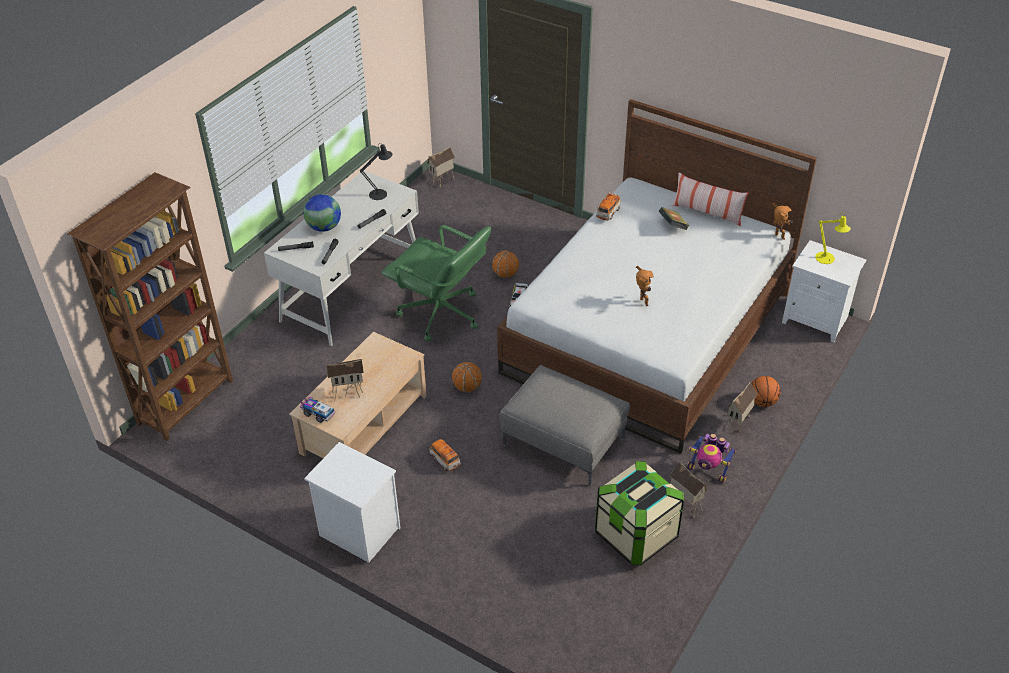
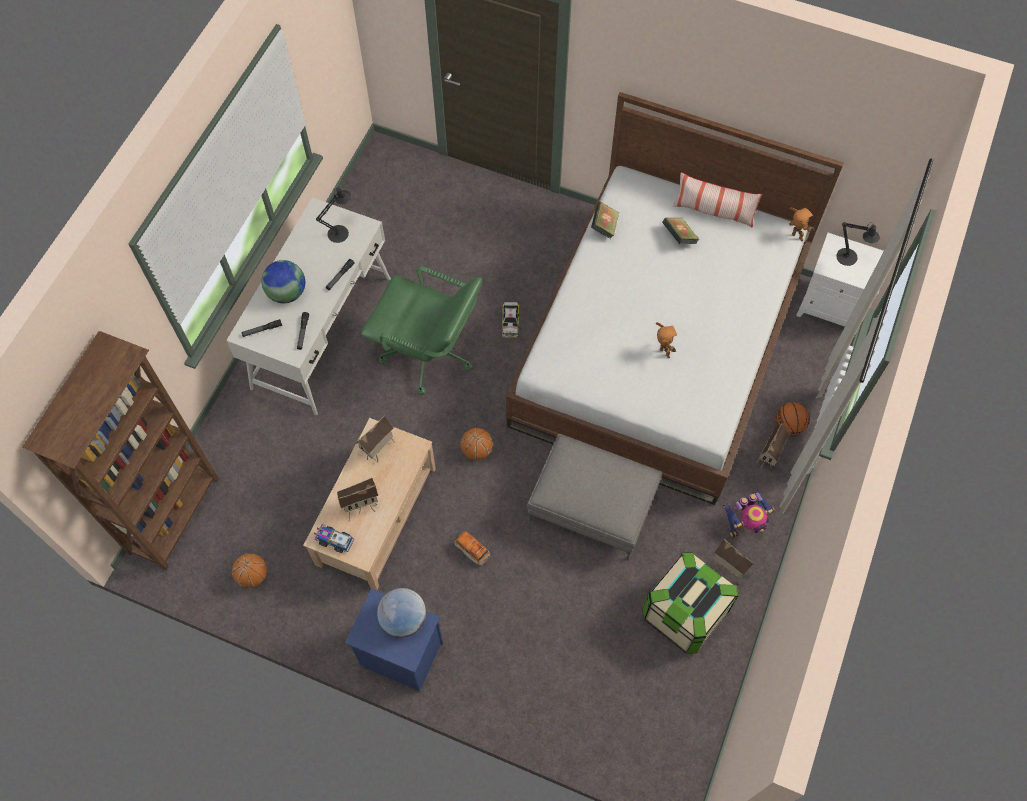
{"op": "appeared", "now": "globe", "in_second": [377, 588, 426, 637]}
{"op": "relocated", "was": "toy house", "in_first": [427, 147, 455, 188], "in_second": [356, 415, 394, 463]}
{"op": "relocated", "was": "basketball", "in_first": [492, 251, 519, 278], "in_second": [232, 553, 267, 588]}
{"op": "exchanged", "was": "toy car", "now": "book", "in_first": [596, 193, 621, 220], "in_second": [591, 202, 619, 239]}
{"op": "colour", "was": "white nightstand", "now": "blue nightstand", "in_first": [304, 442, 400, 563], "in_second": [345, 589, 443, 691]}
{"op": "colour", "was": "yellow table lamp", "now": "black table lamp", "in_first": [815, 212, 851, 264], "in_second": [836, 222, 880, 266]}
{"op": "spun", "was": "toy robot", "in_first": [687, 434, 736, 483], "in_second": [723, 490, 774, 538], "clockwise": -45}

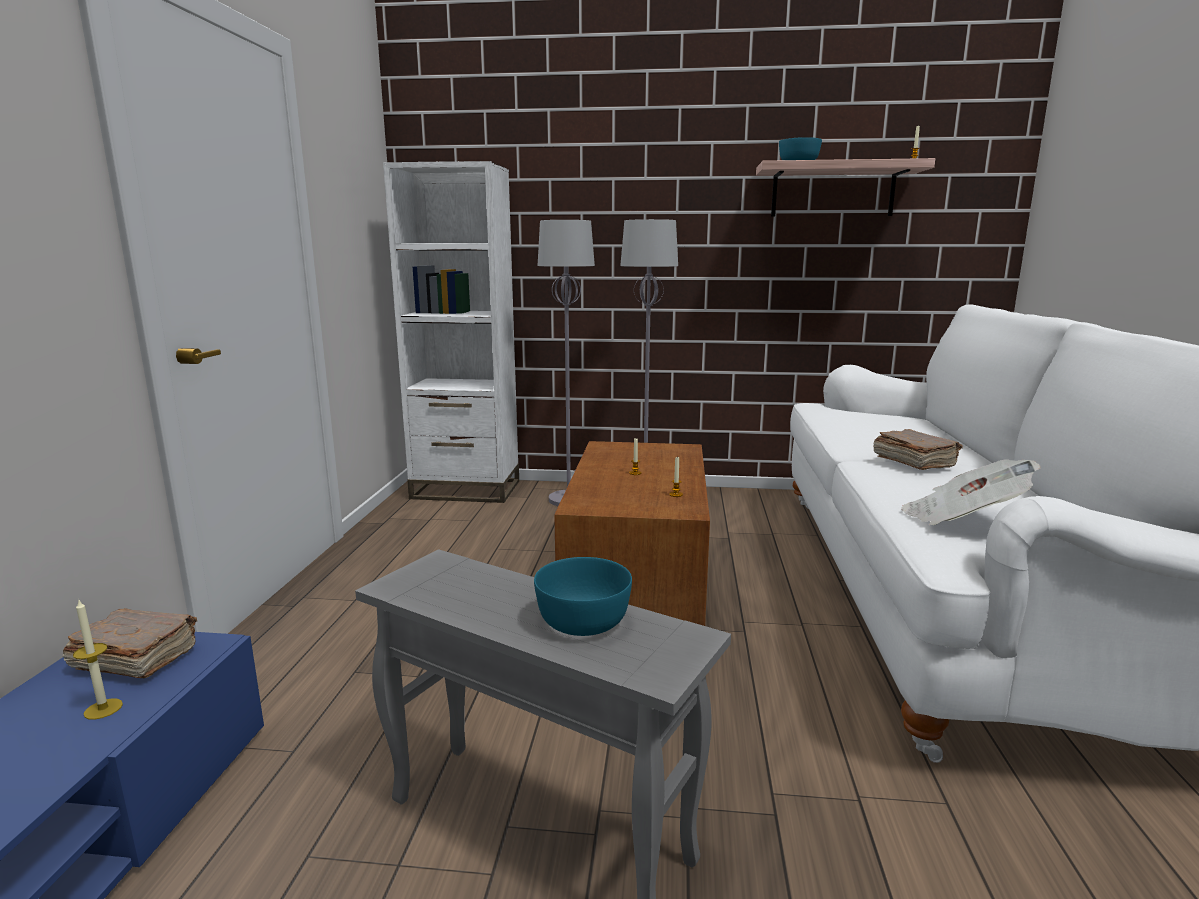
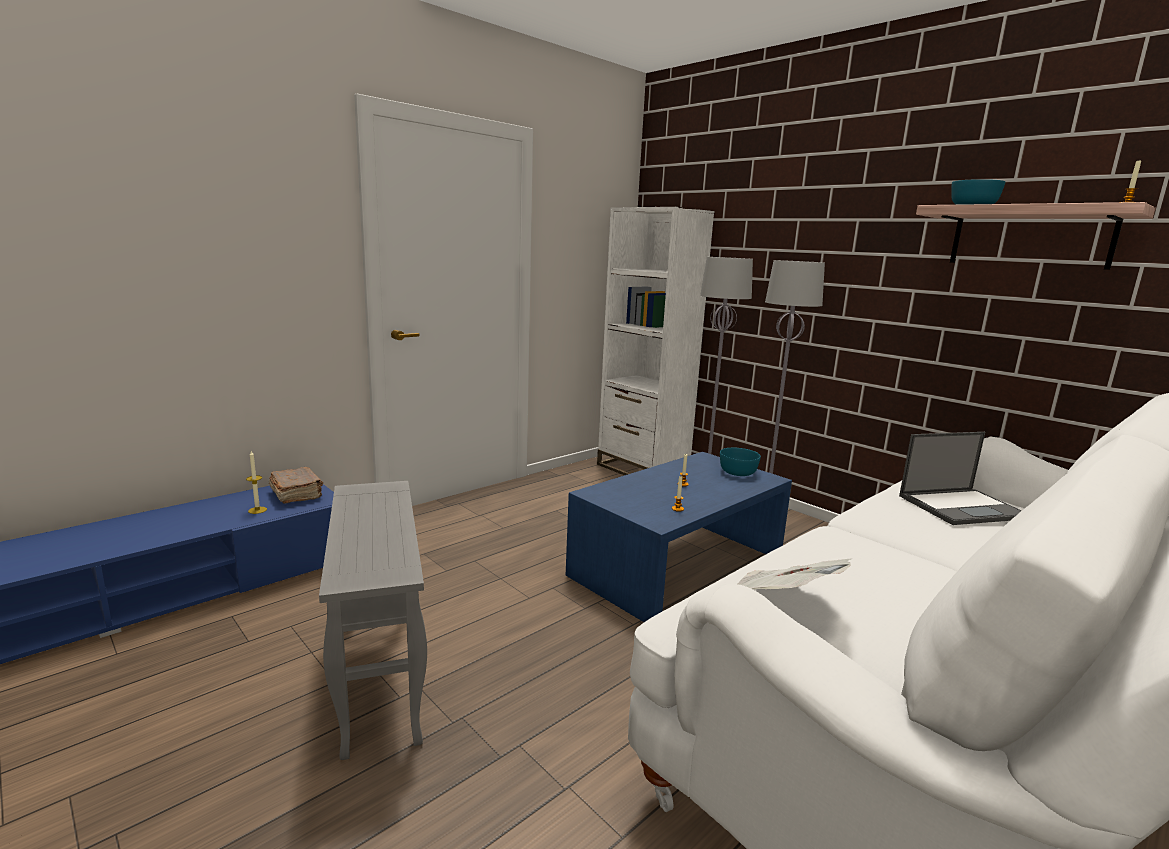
{"op": "missing", "was": "brown book", "in_first": [873, 429, 963, 470]}
{"op": "appeared", "now": "laptop", "in_second": [899, 432, 1022, 525]}
{"op": "relocated", "was": "turquoise bowl", "in_first": [534, 557, 632, 636], "in_second": [720, 448, 761, 476]}
{"op": "colour", "was": "brown coffee table", "now": "blue coffee table", "in_first": [554, 441, 710, 626], "in_second": [566, 452, 792, 622]}

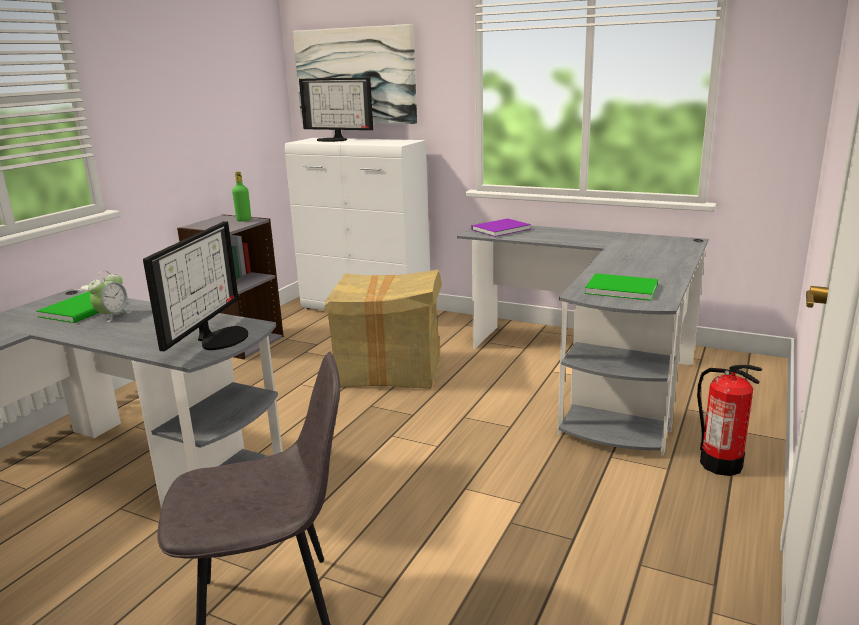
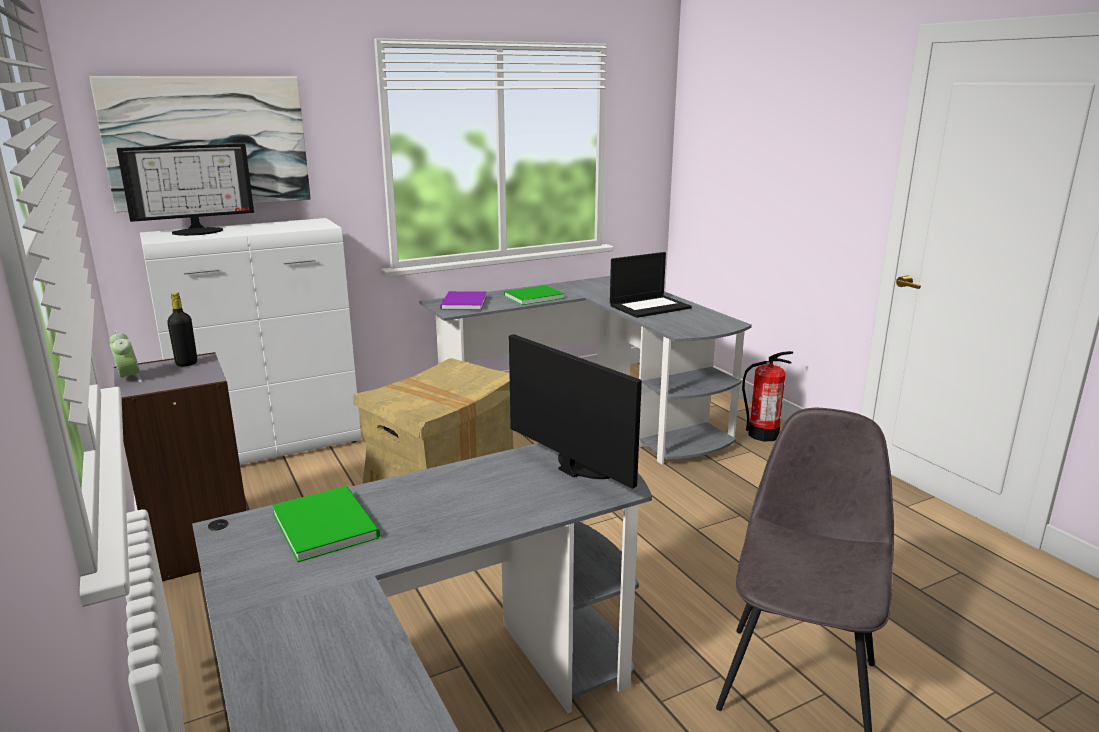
{"op": "appeared", "now": "laptop", "in_second": [610, 252, 692, 318]}
{"op": "relocated", "was": "alarm clock", "in_first": [88, 271, 131, 322], "in_second": [109, 330, 142, 382]}
{"op": "relocated", "was": "green book", "in_first": [585, 273, 658, 301], "in_second": [504, 285, 565, 305]}
{"op": "colour", "was": "green bottle", "now": "black bottle", "in_first": [232, 172, 251, 222], "in_second": [167, 292, 197, 367]}

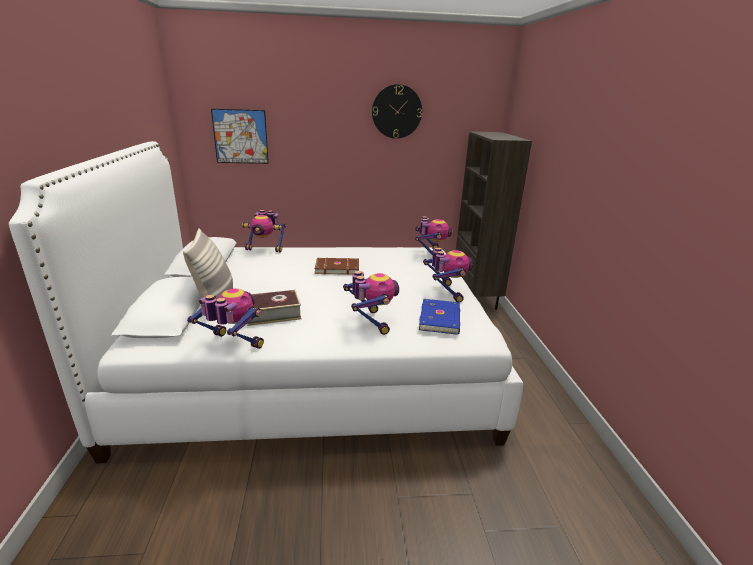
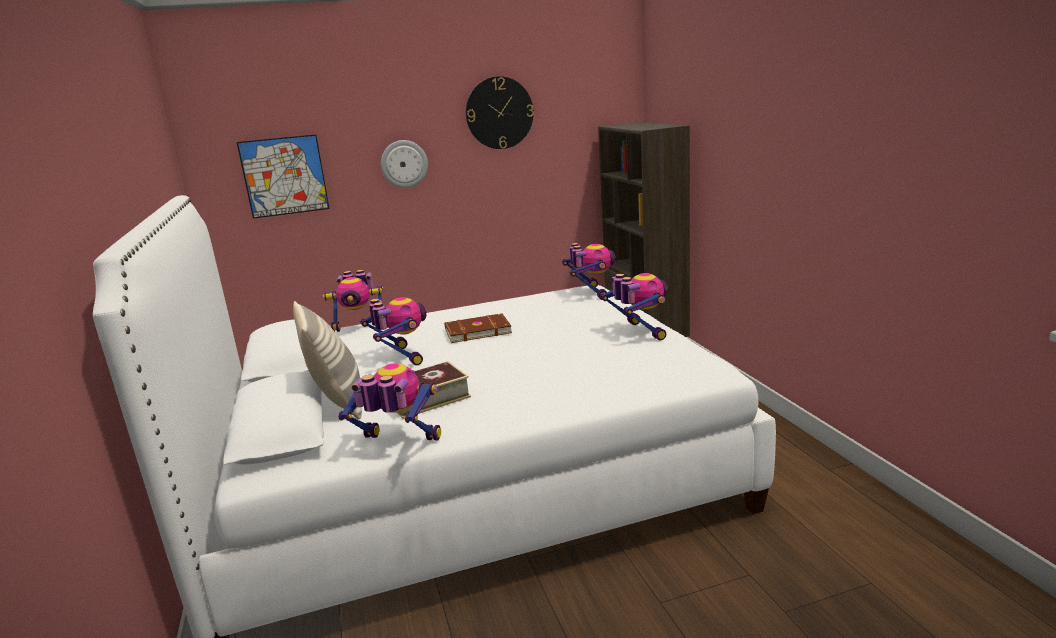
{"op": "missing", "was": "blue book", "in_first": [419, 299, 460, 335]}
{"op": "appeared", "now": "wall clock", "in_second": [381, 140, 428, 188]}
{"op": "relocated", "was": "toy robot", "in_first": [343, 271, 399, 335], "in_second": [360, 297, 426, 365]}

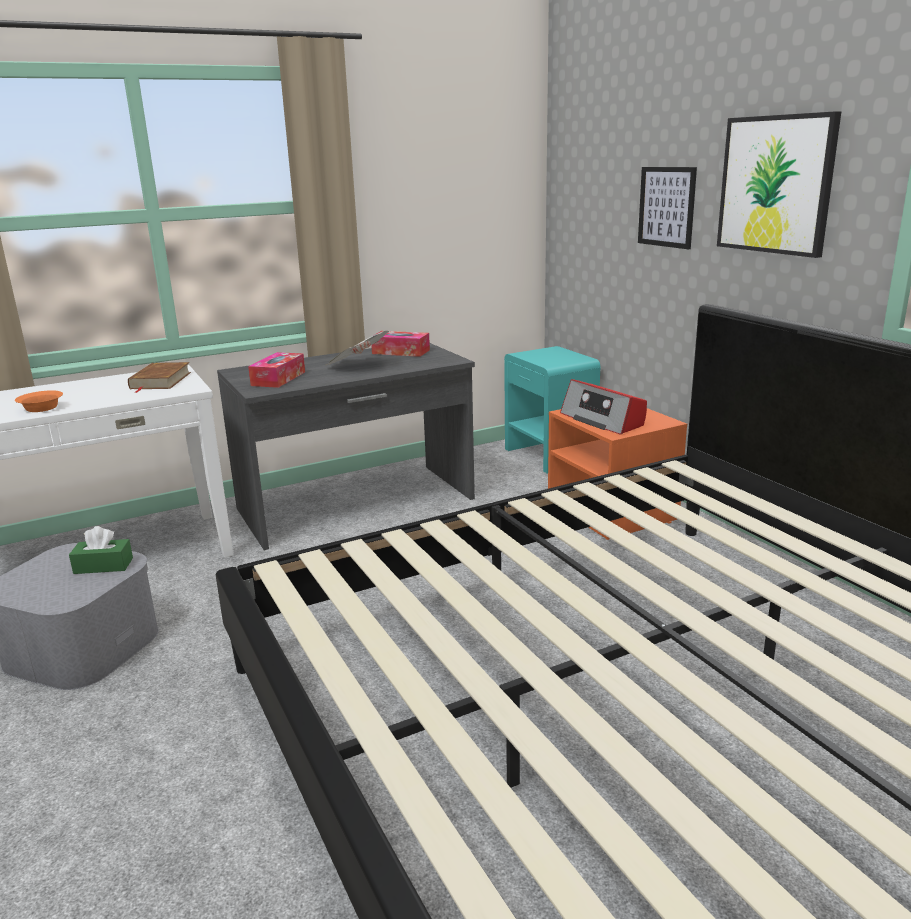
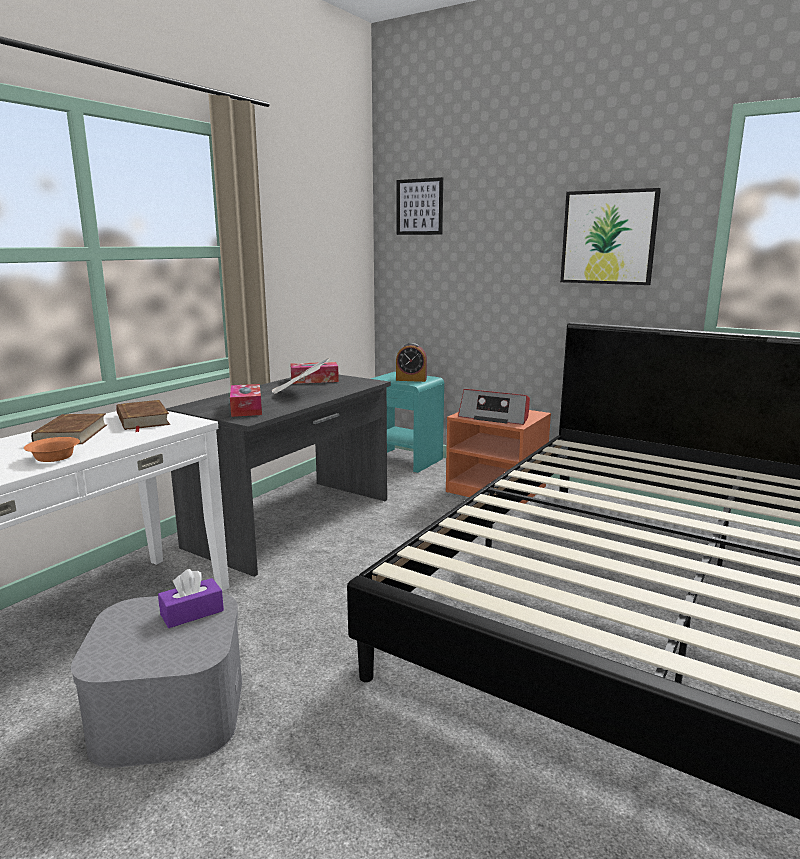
{"op": "appeared", "now": "brown book", "in_second": [31, 414, 107, 444]}
{"op": "appeared", "now": "alarm clock", "in_second": [396, 343, 427, 382]}
{"op": "relocated", "was": "picture", "in_first": [638, 167, 697, 249], "in_second": [396, 177, 443, 235]}
{"op": "colour", "was": "green tissue box", "now": "purple tissue box", "in_first": [69, 526, 133, 574], "in_second": [158, 569, 224, 628]}

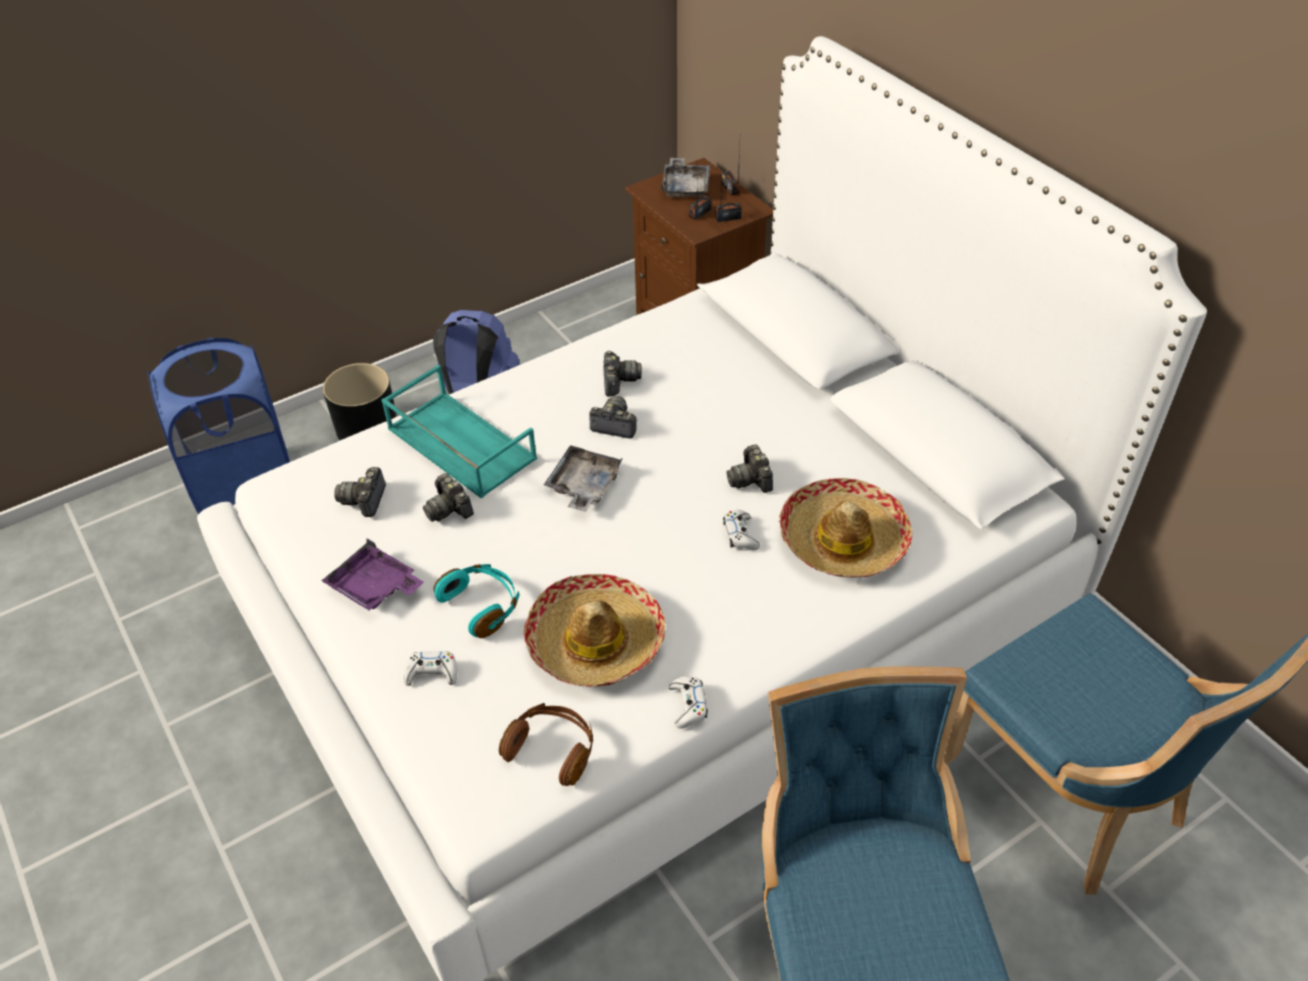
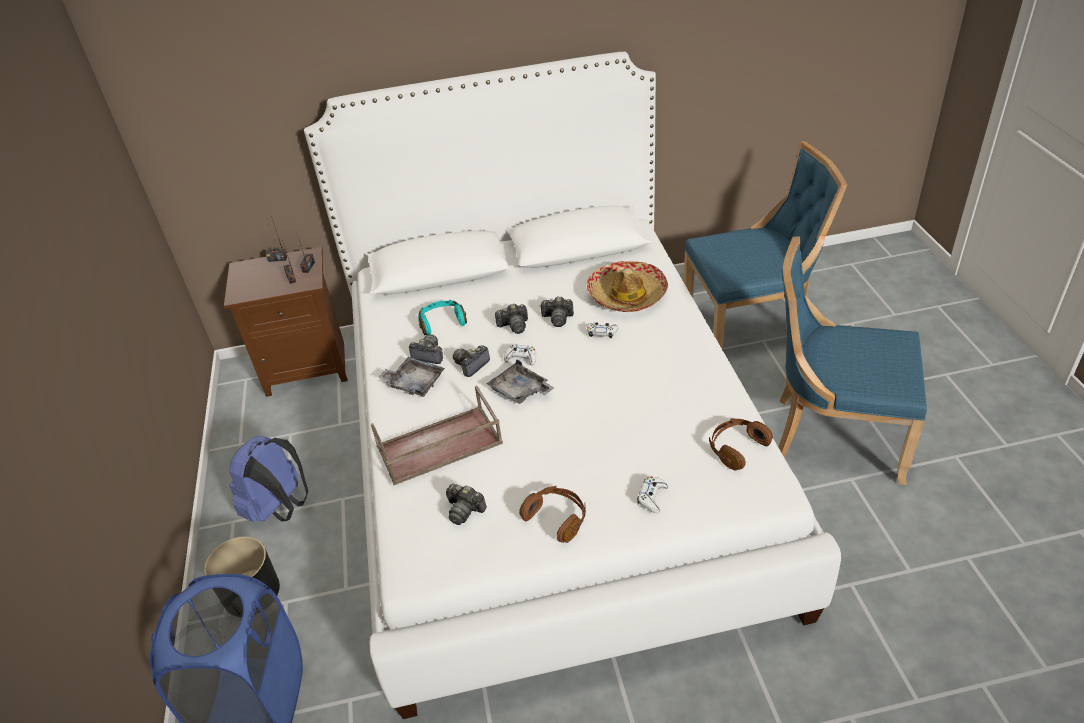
{"op": "missing", "was": "hat", "in_first": [524, 574, 665, 687]}
{"op": "relocated", "was": "photo camera", "in_first": [423, 473, 474, 522], "in_second": [494, 303, 528, 334]}
{"op": "relocated", "was": "turquoise headphones", "in_first": [434, 564, 519, 638], "in_second": [418, 300, 467, 335]}
{"op": "relocated", "was": "grey tray", "in_first": [661, 158, 710, 199], "in_second": [378, 357, 445, 397]}
{"op": "relocated", "was": "white game controller", "in_first": [669, 676, 708, 729], "in_second": [504, 345, 536, 365]}
{"op": "exchanged", "was": "purple tray", "now": "brown headphones", "in_first": [321, 539, 424, 610], "in_second": [519, 486, 586, 543]}
{"op": "colour", "was": "turquoise tray", "now": "brown tray", "in_first": [381, 365, 537, 498], "in_second": [371, 386, 503, 486]}

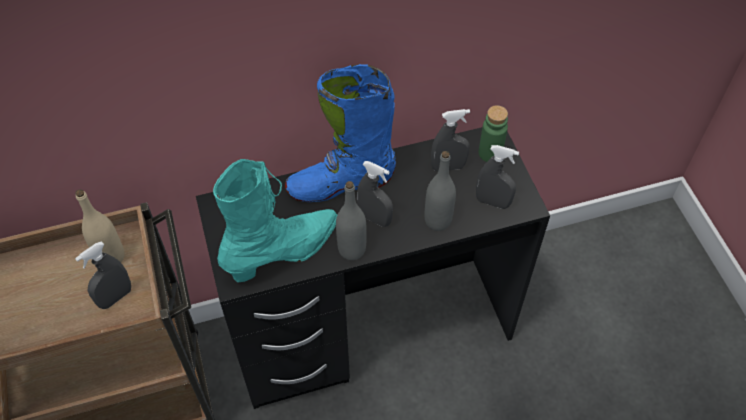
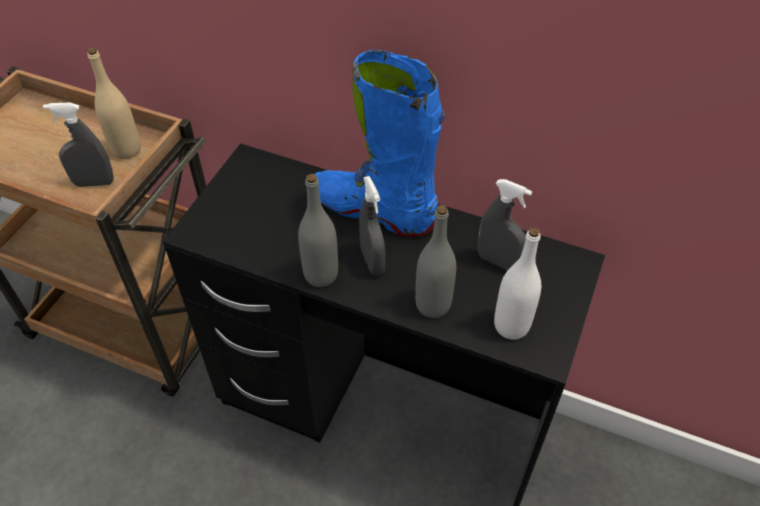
{"op": "missing", "was": "turquoise boot", "in_first": [213, 159, 337, 282]}
{"op": "missing", "was": "green bottle", "in_first": [479, 105, 508, 162]}
{"op": "exchanged", "was": "grey spray bottle", "now": "white bottle", "in_first": [476, 145, 519, 209], "in_second": [494, 227, 541, 340]}

